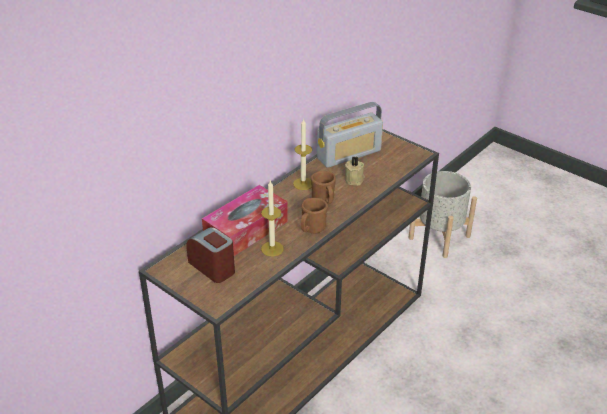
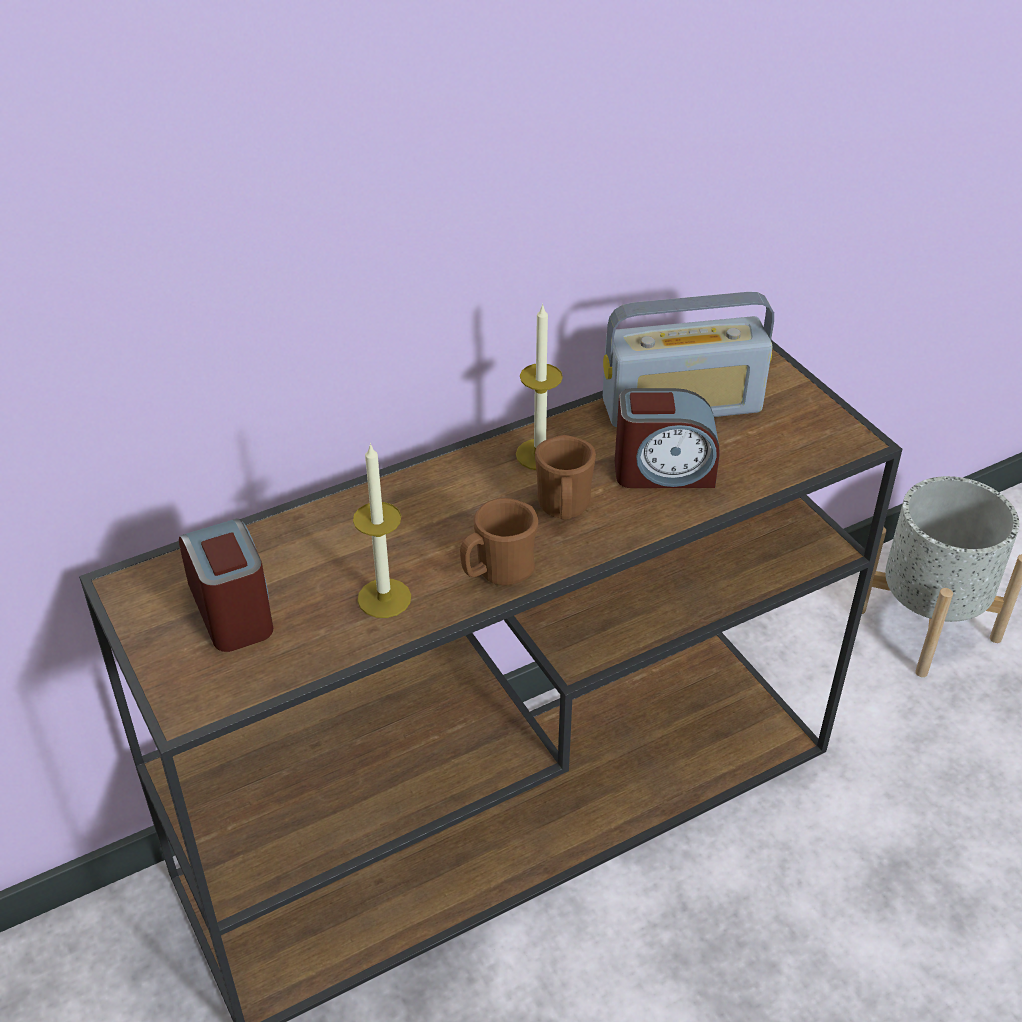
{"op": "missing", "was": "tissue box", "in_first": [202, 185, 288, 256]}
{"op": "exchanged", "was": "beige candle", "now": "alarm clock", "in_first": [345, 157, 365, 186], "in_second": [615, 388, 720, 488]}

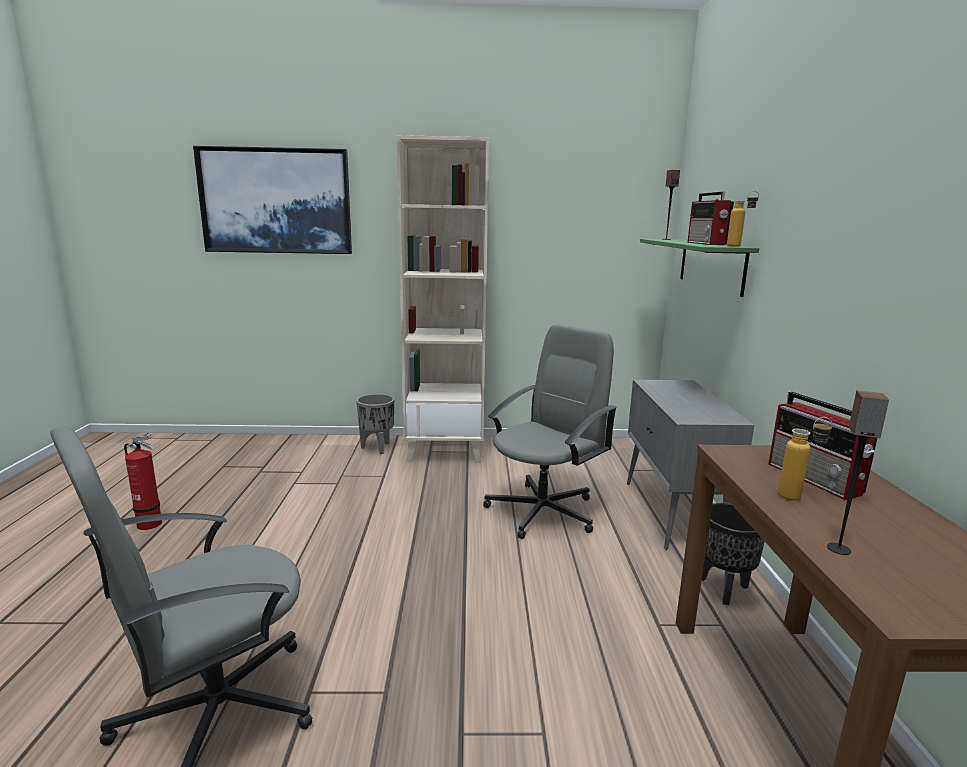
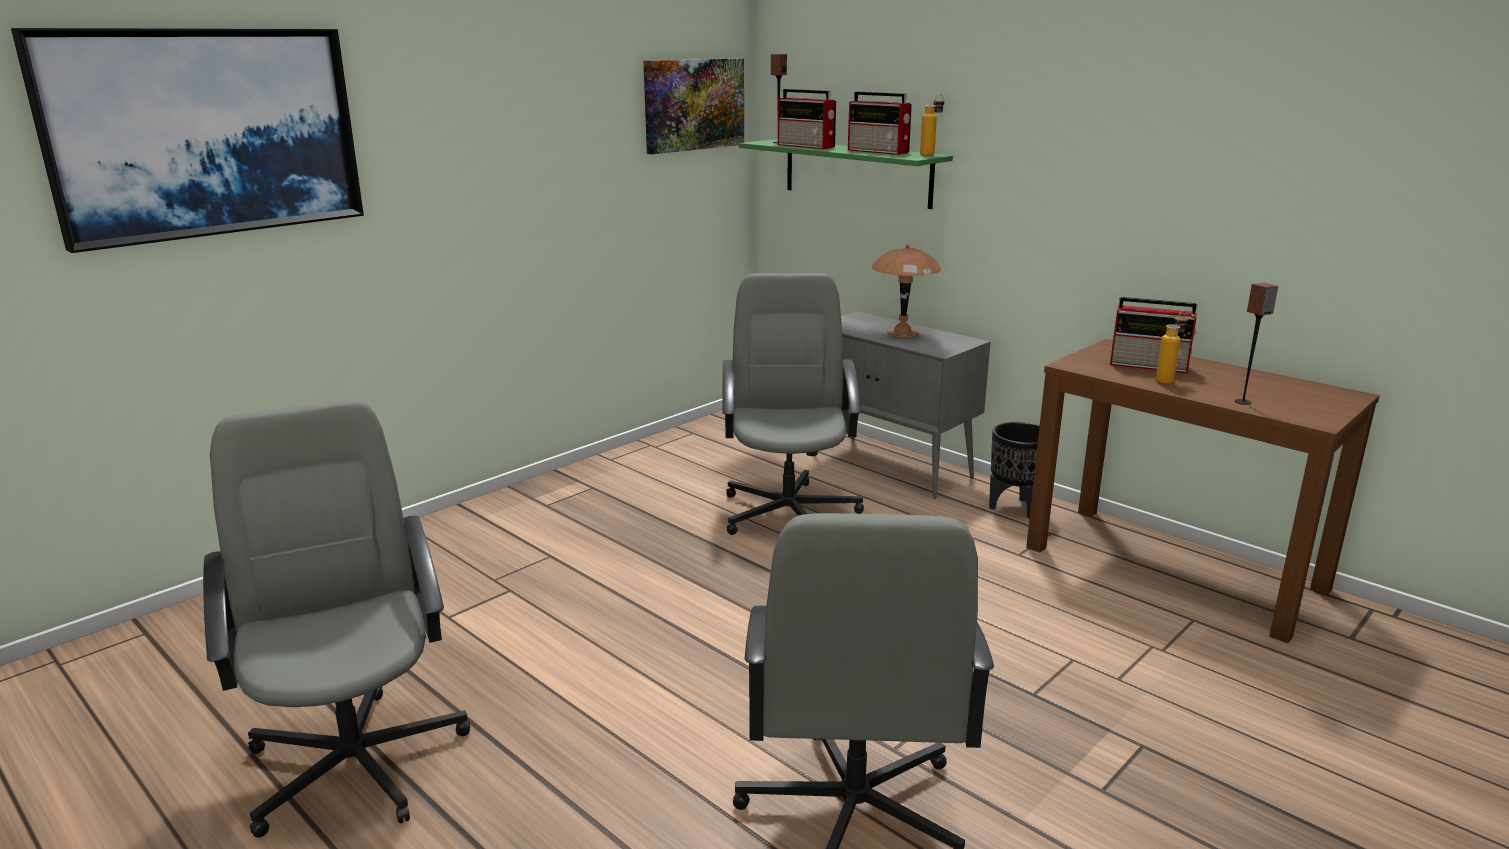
{"op": "missing", "was": "grey planter", "in_first": [356, 394, 394, 454]}
{"op": "missing", "was": "beige bookcase", "in_first": [397, 135, 489, 463]}
{"op": "appeared", "now": "picture", "in_second": [643, 58, 744, 154]}
{"op": "appeared", "now": "radio", "in_second": [778, 89, 836, 149]}
{"op": "appeared", "now": "brown table lamp", "in_second": [872, 245, 941, 337]}
{"op": "exchanged", "was": "fire extinguisher", "now": "grey office chair", "in_first": [124, 435, 162, 530], "in_second": [203, 399, 470, 838]}

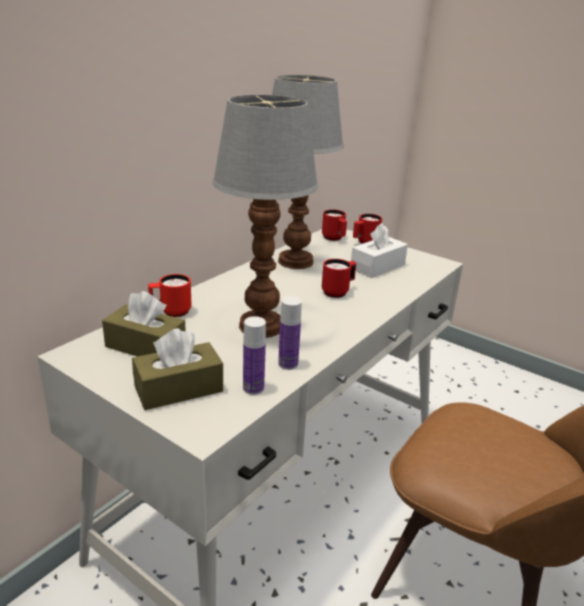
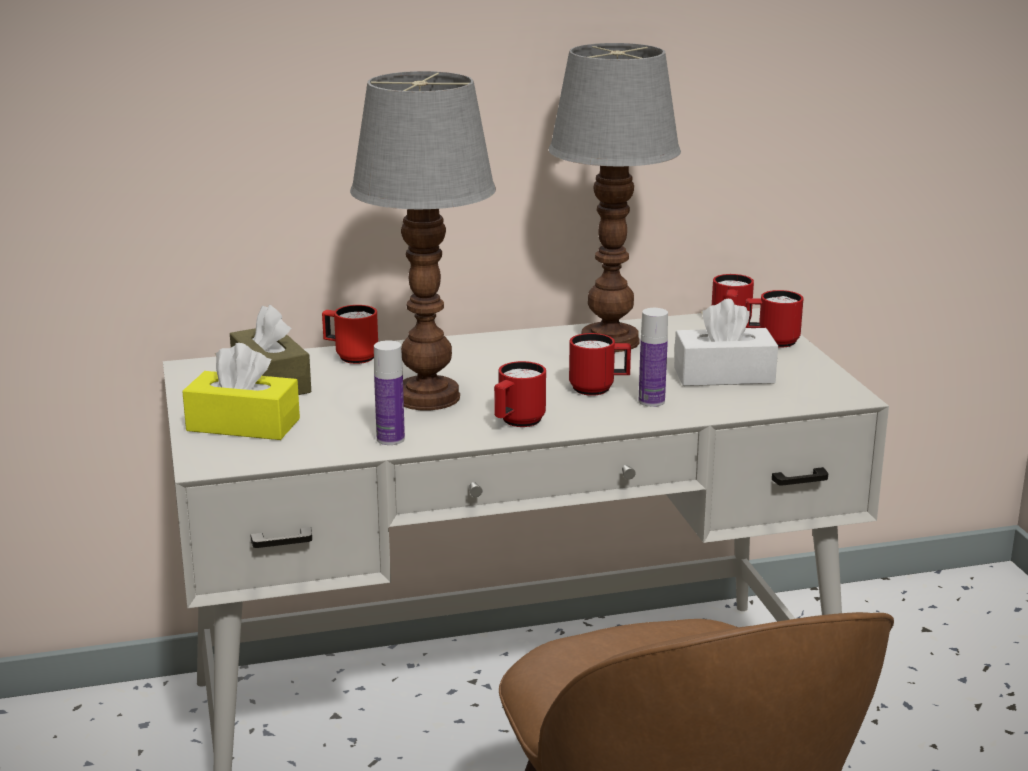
{"op": "appeared", "now": "red mug", "in_second": [494, 361, 546, 427]}
{"op": "relocated", "was": "bottle", "in_first": [243, 316, 266, 395], "in_second": [639, 308, 668, 407]}
{"op": "colour", "was": "brown tissue box", "now": "yellow tissue box", "in_first": [132, 328, 223, 410], "in_second": [182, 343, 300, 440]}

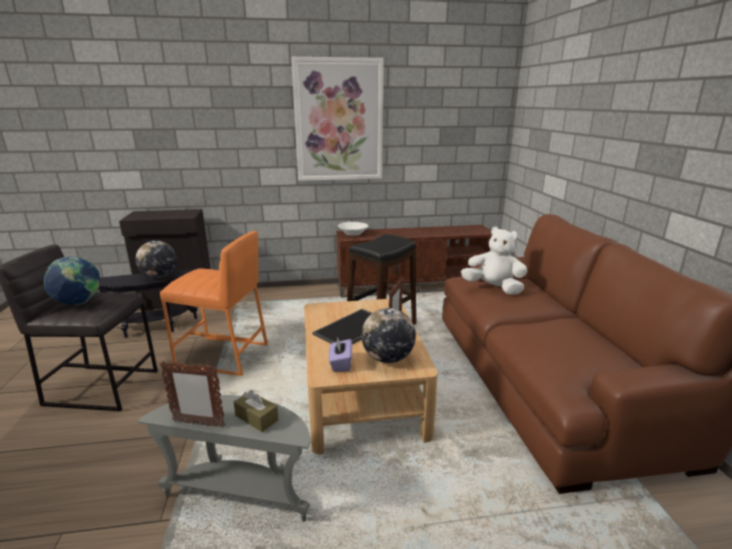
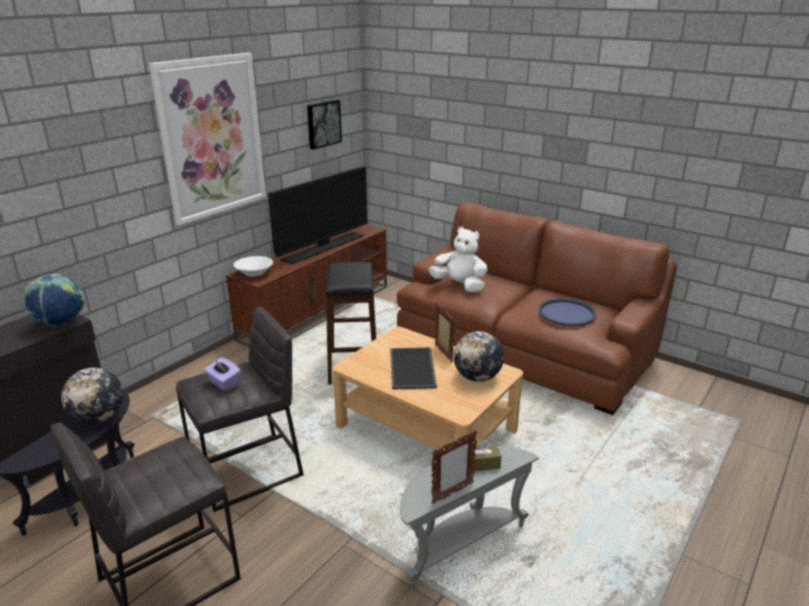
{"op": "appeared", "now": "television", "in_second": [268, 167, 368, 264]}
{"op": "appeared", "now": "picture", "in_second": [307, 100, 342, 150]}
{"op": "appeared", "now": "blue tray", "in_second": [538, 298, 597, 326]}
{"op": "relocated", "was": "globe", "in_first": [43, 257, 100, 306], "in_second": [24, 274, 85, 326]}
{"op": "relocated", "was": "purple tissue box", "in_first": [329, 337, 352, 371], "in_second": [204, 357, 241, 391]}
{"op": "colour", "was": "orange stool", "now": "grey stool", "in_first": [160, 231, 268, 376], "in_second": [176, 307, 304, 512]}
{"op": "spun", "was": "white plush toy", "in_first": [461, 227, 528, 295], "in_second": [429, 226, 487, 292], "clockwise": 45}

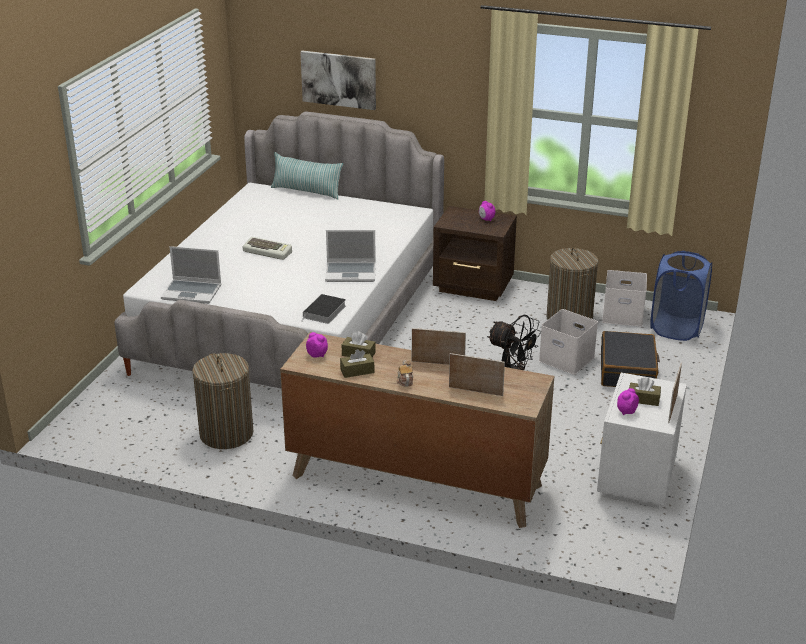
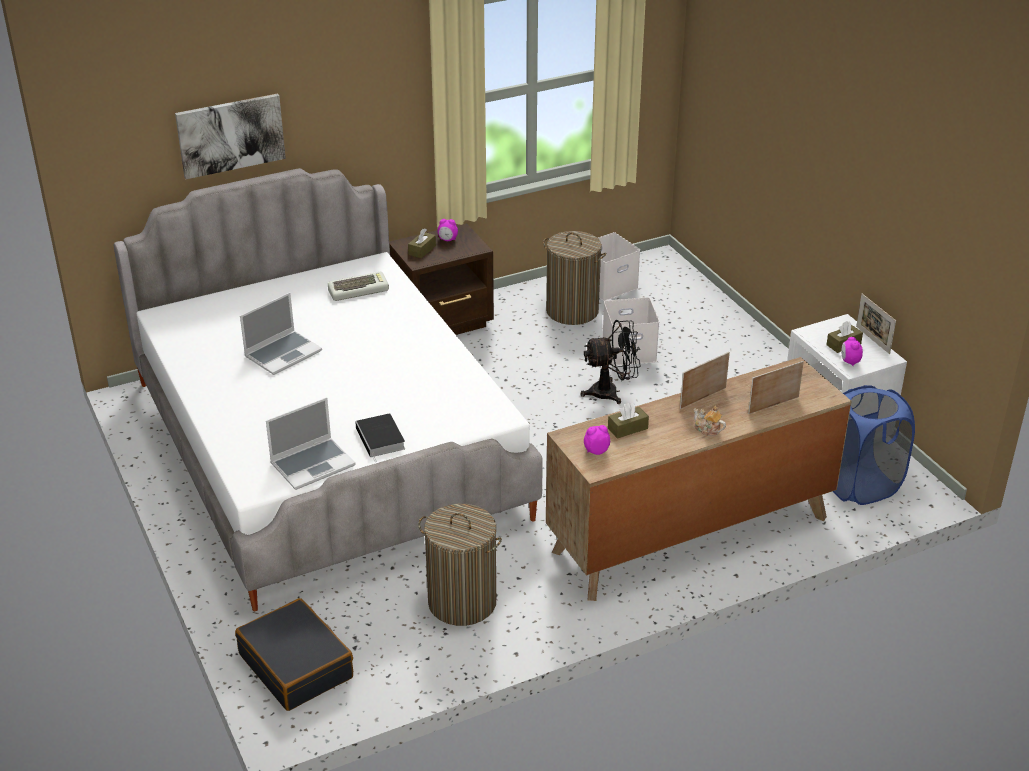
{"op": "missing", "was": "pillow", "in_first": [271, 152, 343, 200]}
{"op": "relocated", "was": "keyboard", "in_first": [243, 237, 292, 260], "in_second": [328, 272, 389, 301]}
{"op": "relocated", "was": "book", "in_first": [302, 294, 346, 324], "in_second": [355, 413, 405, 463]}
{"op": "relocated", "was": "laptop", "in_first": [325, 230, 376, 282], "in_second": [240, 292, 322, 375]}
{"op": "relocated", "was": "brown tissue box", "in_first": [340, 349, 374, 378], "in_second": [408, 228, 436, 258]}
{"op": "relocated", "was": "black suitcase", "in_first": [601, 331, 660, 387], "in_second": [235, 598, 353, 711]}
{"op": "relocated", "was": "blue laundry basket", "in_first": [650, 251, 712, 341], "in_second": [832, 385, 915, 505]}

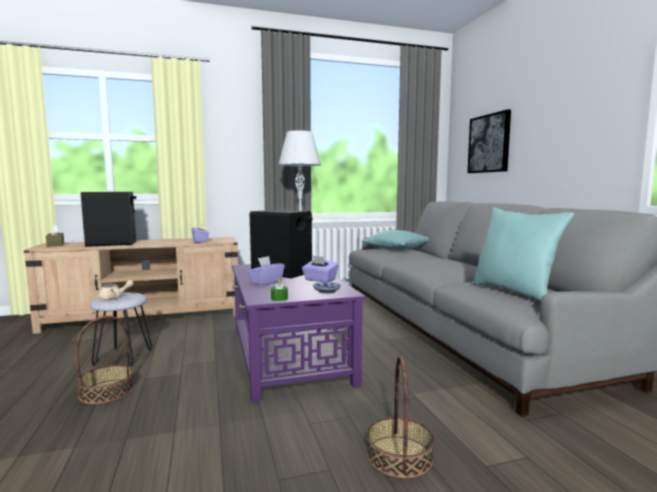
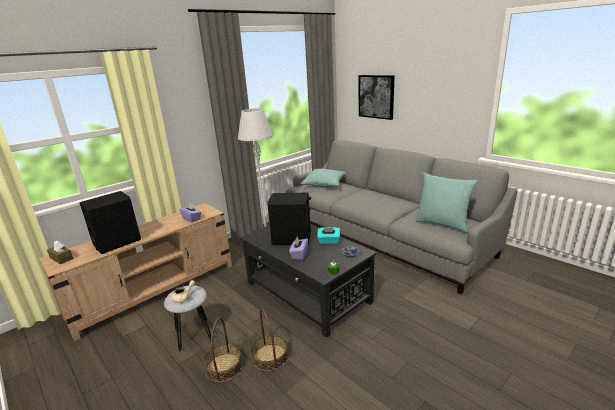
{"op": "relocated", "was": "basket", "in_first": [367, 356, 434, 479], "in_second": [251, 309, 288, 372]}
{"op": "colour", "was": "purple coffee table", "now": "black coffee table", "in_first": [232, 264, 366, 403], "in_second": [240, 225, 377, 338]}
{"op": "colour", "was": "purple tissue box", "now": "turquoise tissue box", "in_first": [302, 255, 338, 282], "in_second": [317, 227, 340, 244]}

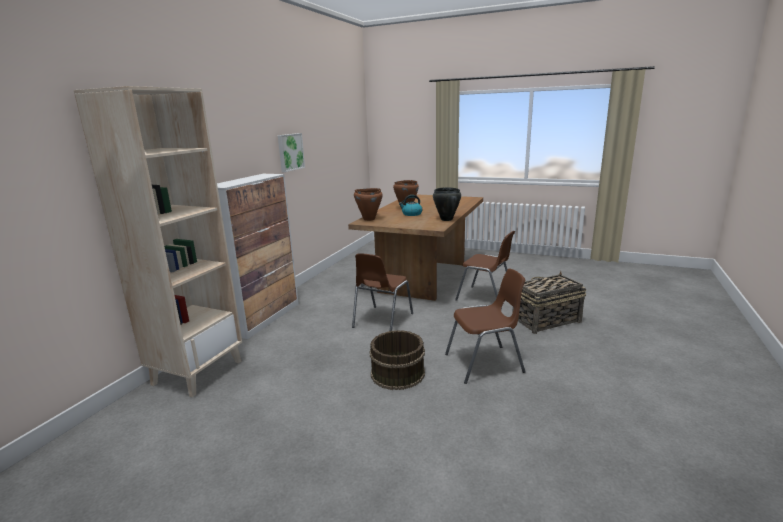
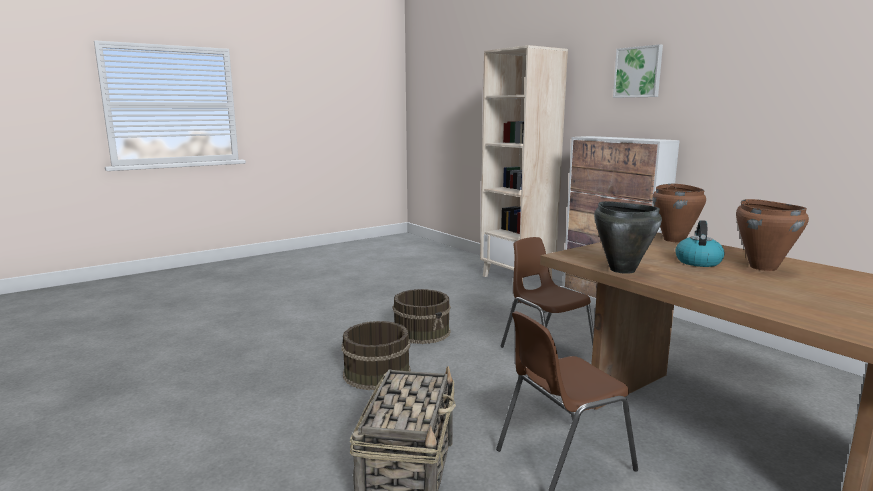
{"op": "relocated", "was": "picture", "in_first": [278, 133, 305, 172], "in_second": [613, 44, 663, 98]}
{"op": "exchanged", "was": "brown chair", "now": "brown bucket", "in_first": [445, 269, 525, 384], "in_second": [342, 321, 411, 390]}

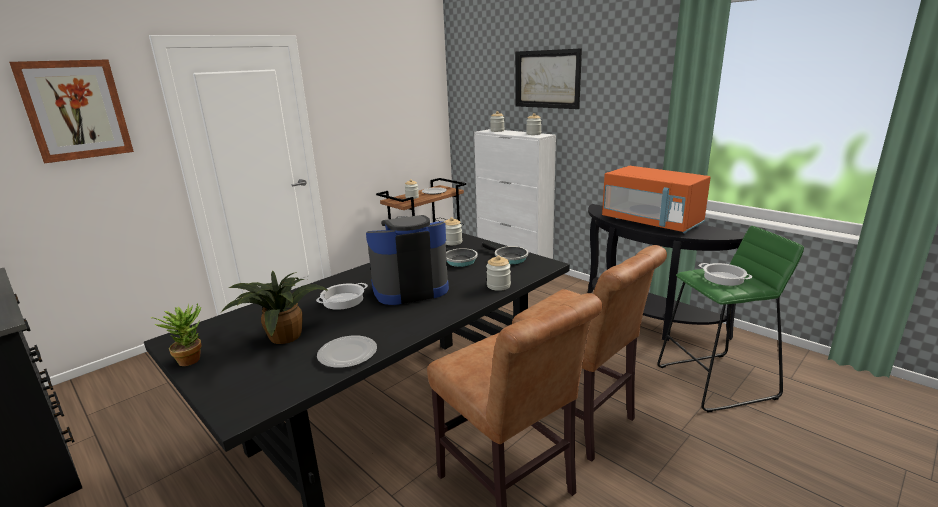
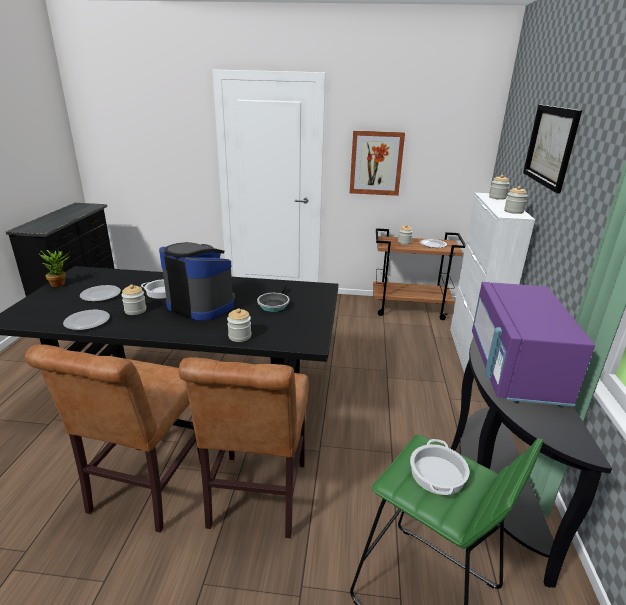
{"op": "missing", "was": "frying pan", "in_first": [482, 242, 529, 264]}
{"op": "relocated", "was": "picture", "in_first": [9, 59, 134, 163], "in_second": [350, 131, 405, 196]}
{"op": "relocated", "was": "jar", "in_first": [445, 217, 462, 245], "in_second": [121, 285, 146, 315]}
{"op": "exchanged", "was": "potted plant", "now": "plate", "in_first": [221, 271, 327, 344], "in_second": [80, 285, 121, 302]}
{"op": "colour", "was": "orange microwave", "now": "purple microwave", "in_first": [602, 166, 711, 233], "in_second": [472, 282, 595, 408]}

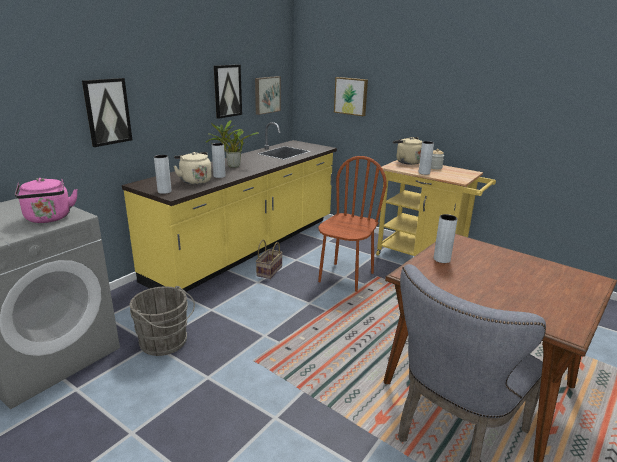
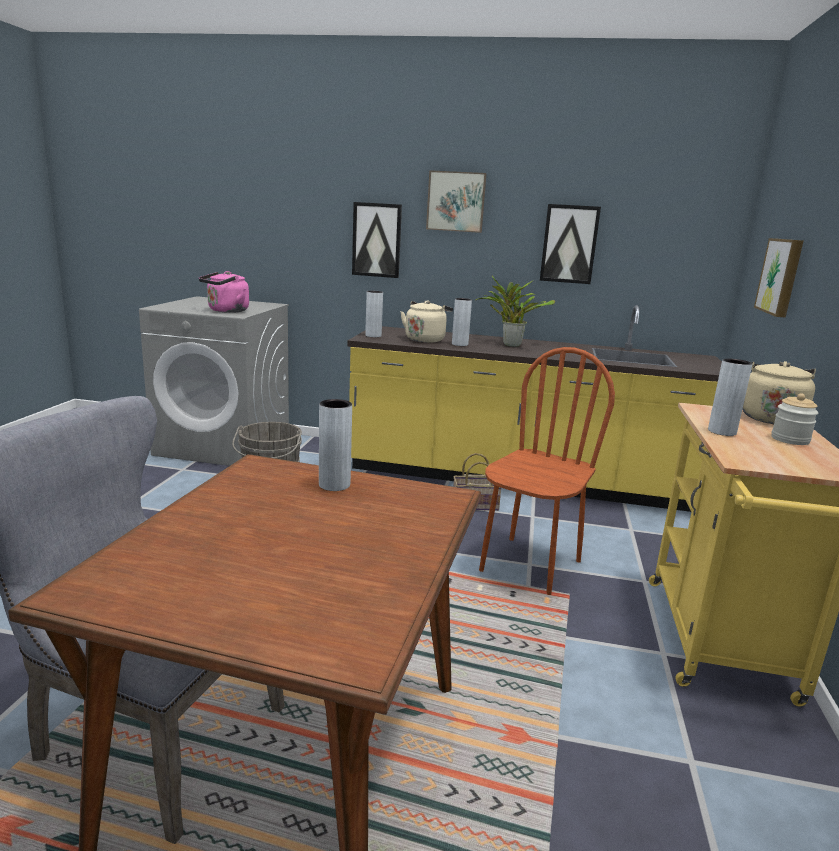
{"op": "relocated", "was": "picture", "in_first": [255, 76, 281, 115], "in_second": [426, 170, 487, 233]}
{"op": "spun", "was": "brown chair", "in_first": [318, 156, 387, 292], "in_second": [479, 347, 615, 595], "clockwise": -60}

